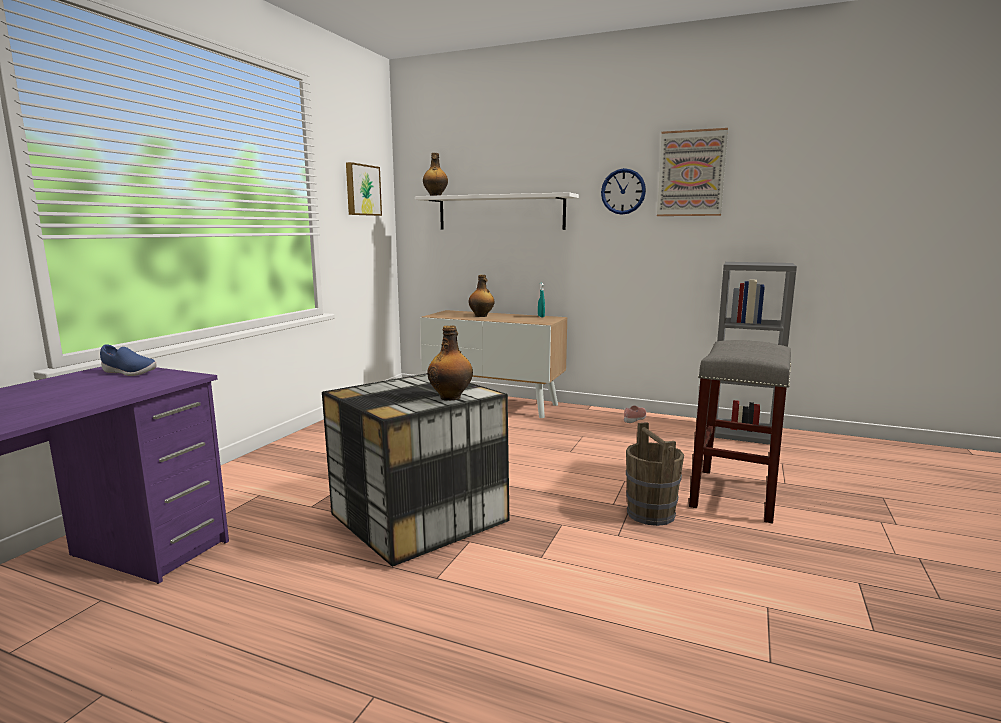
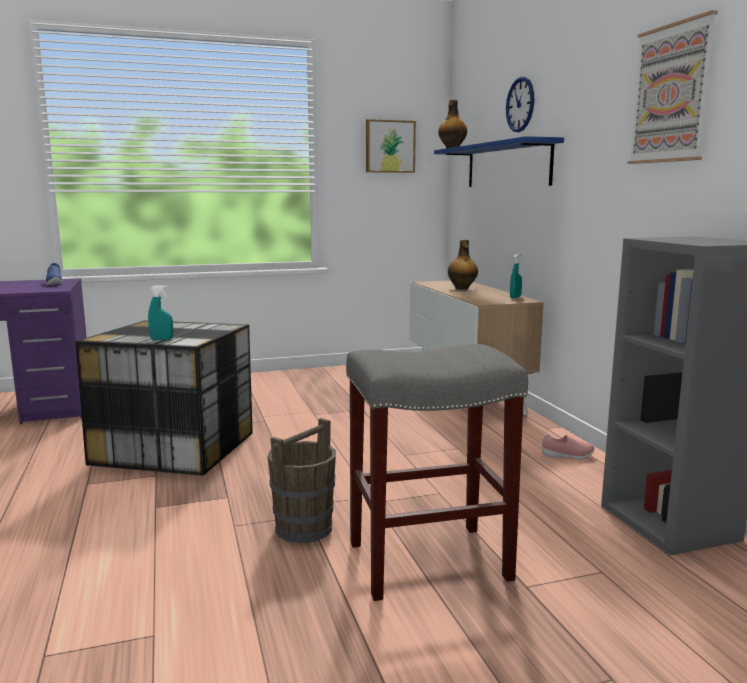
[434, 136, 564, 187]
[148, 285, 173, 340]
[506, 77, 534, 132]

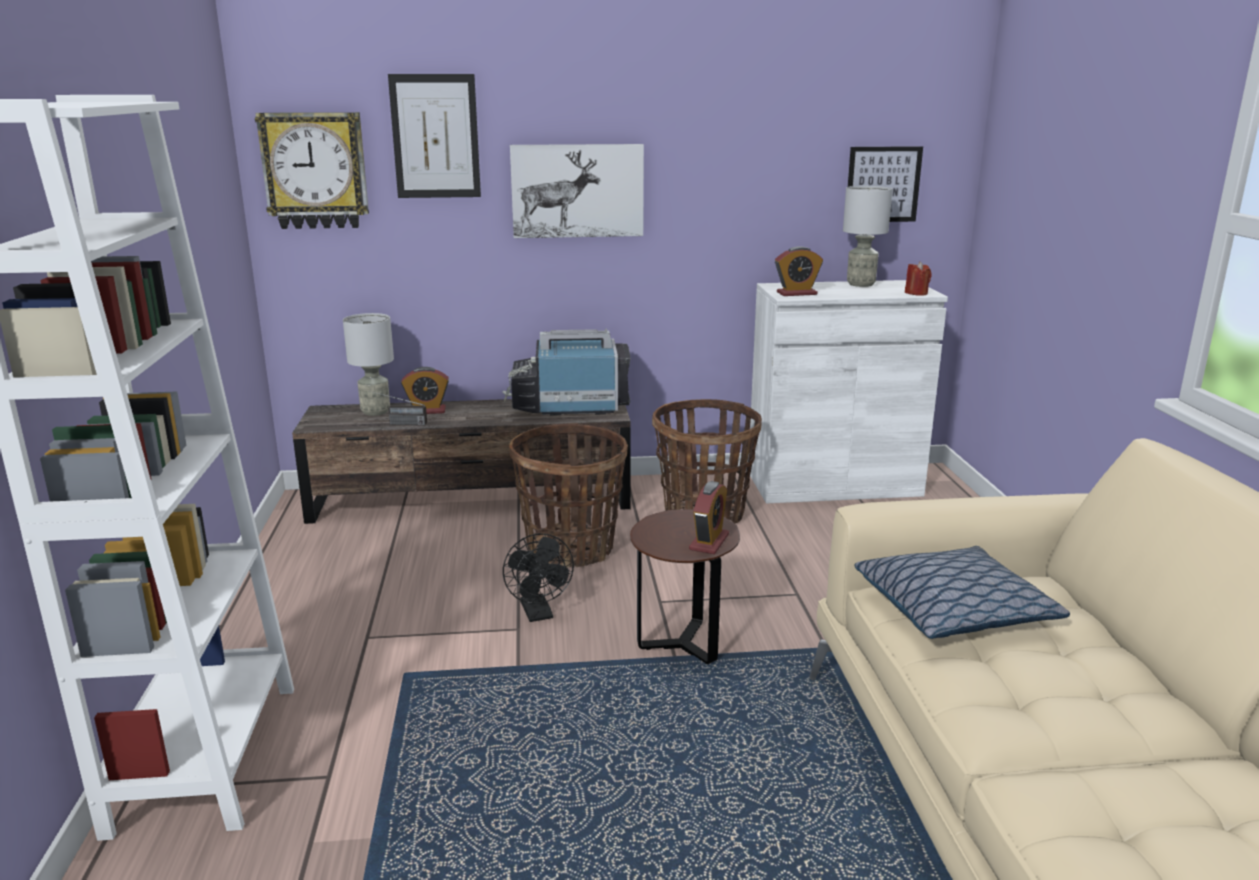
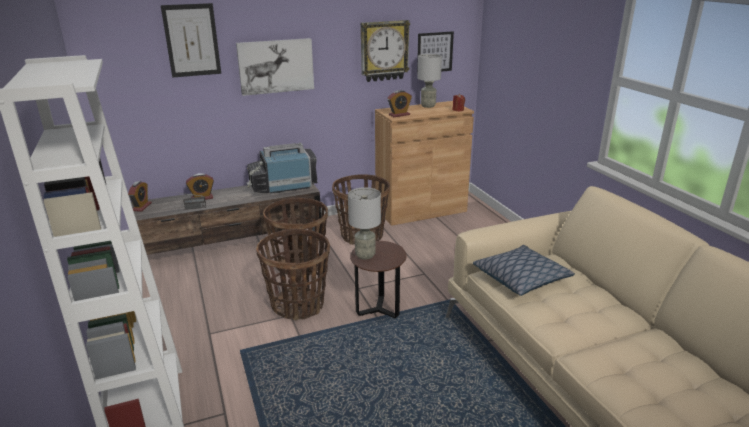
[361, 20, 410, 82]
[348, 187, 381, 260]
[256, 228, 330, 320]
[128, 181, 152, 212]
[375, 101, 474, 226]

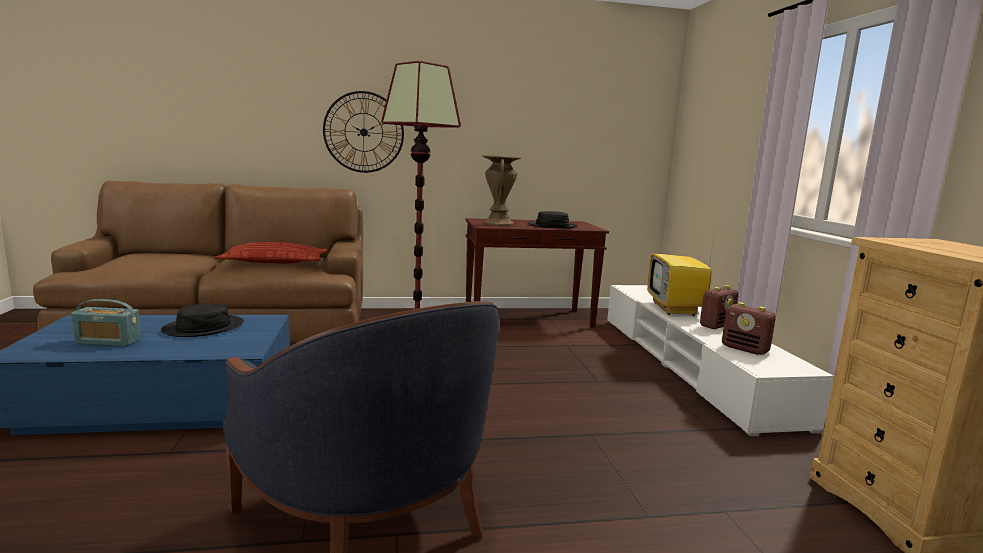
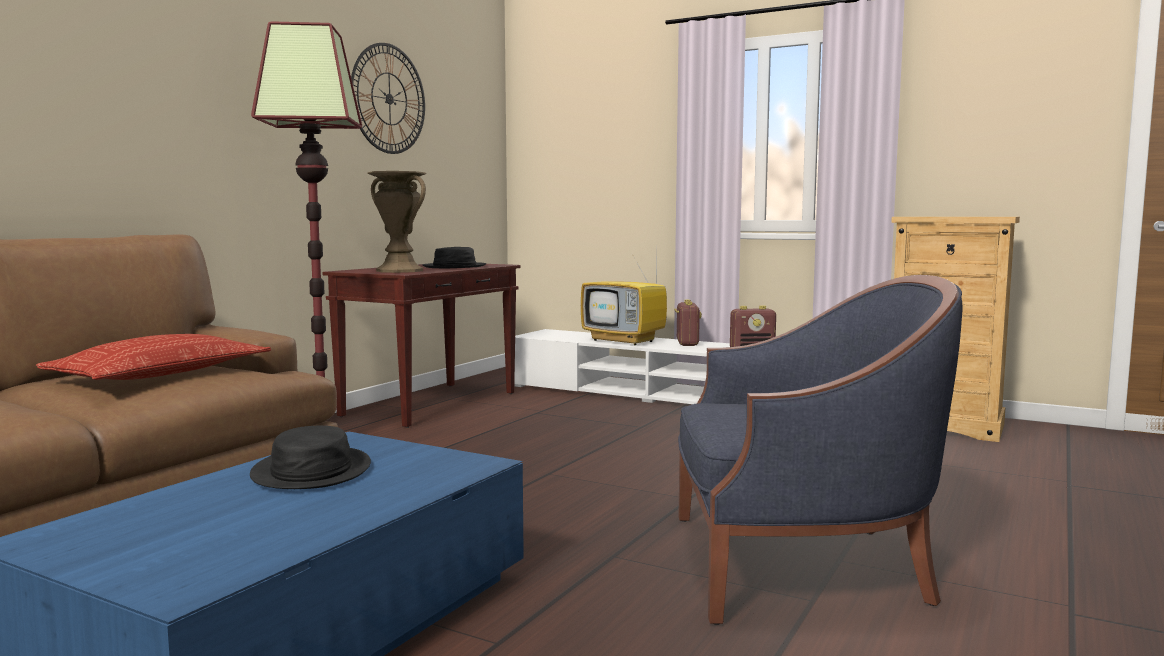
[71, 299, 141, 346] (first image)
[351, 43, 425, 154]

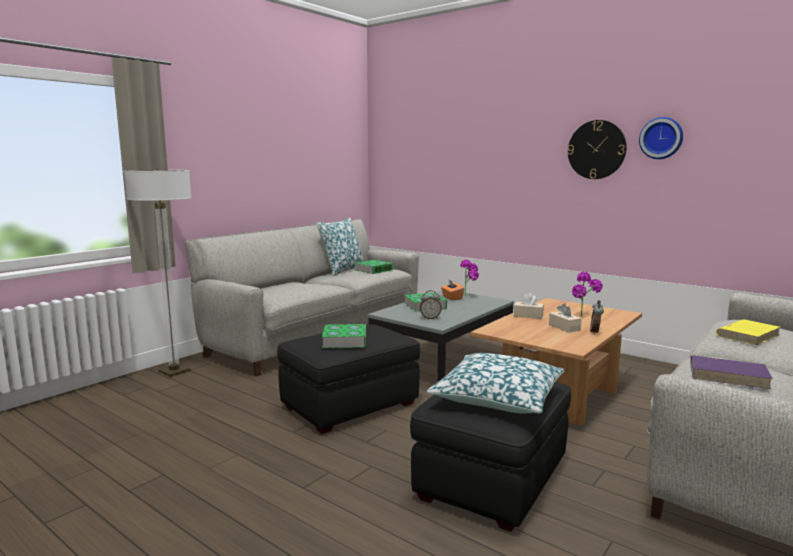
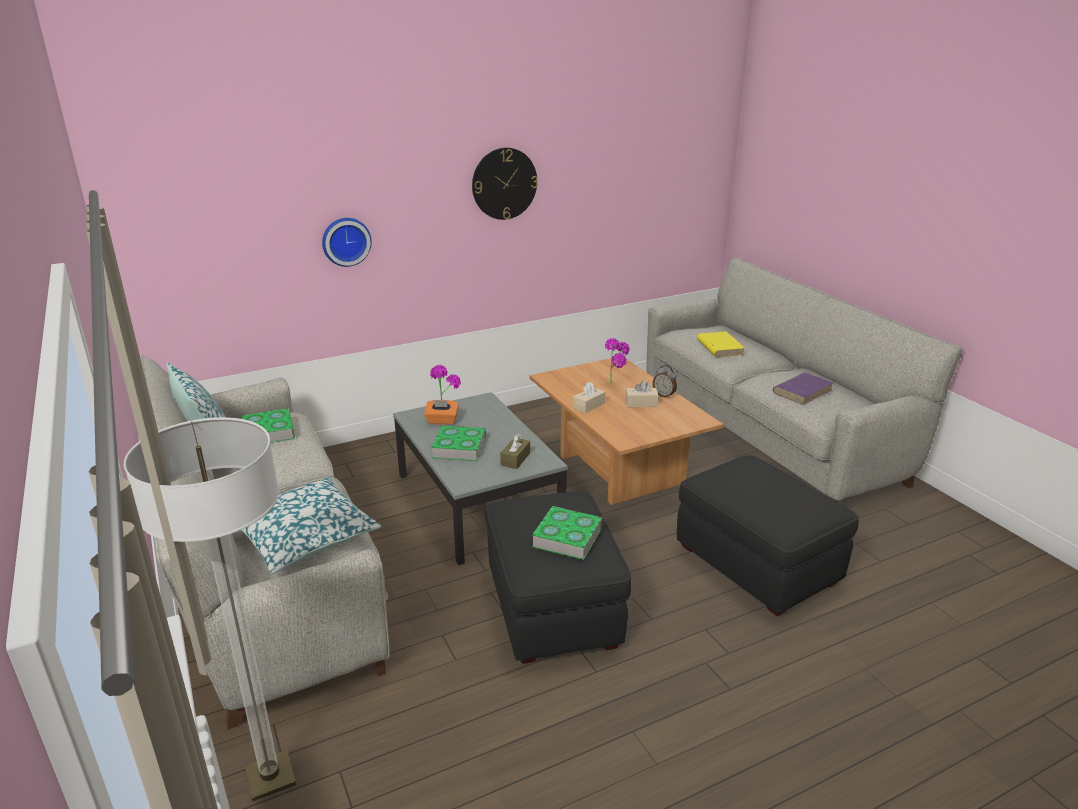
[500, 434, 530, 469]
[241, 477, 381, 574]
[322, 218, 372, 267]

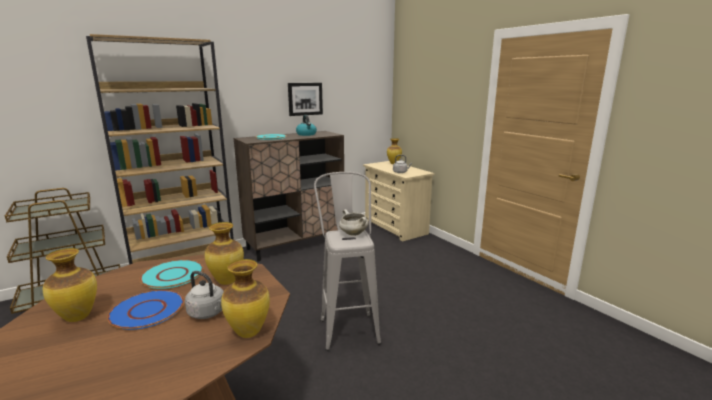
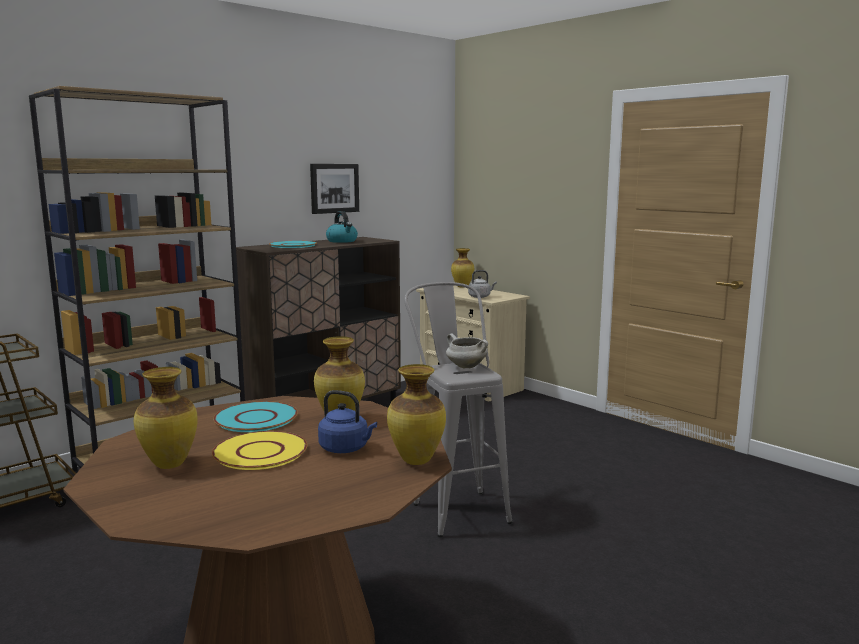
[212, 431, 308, 470]
[318, 390, 377, 453]

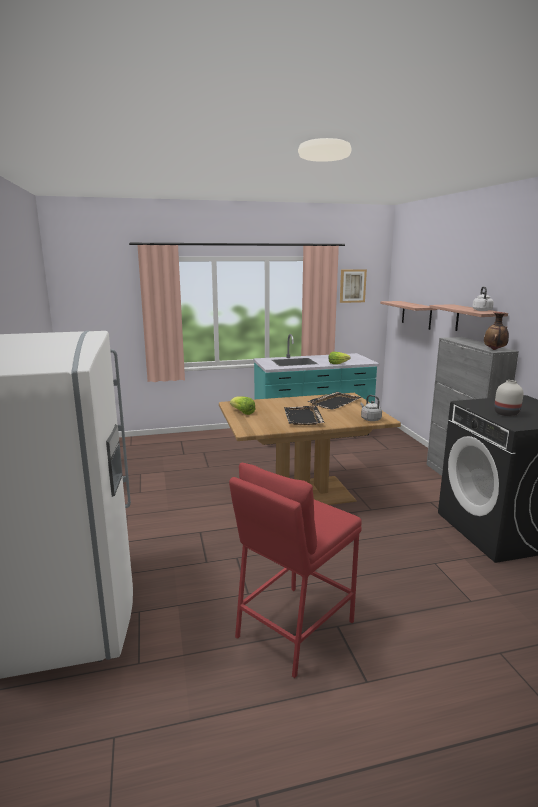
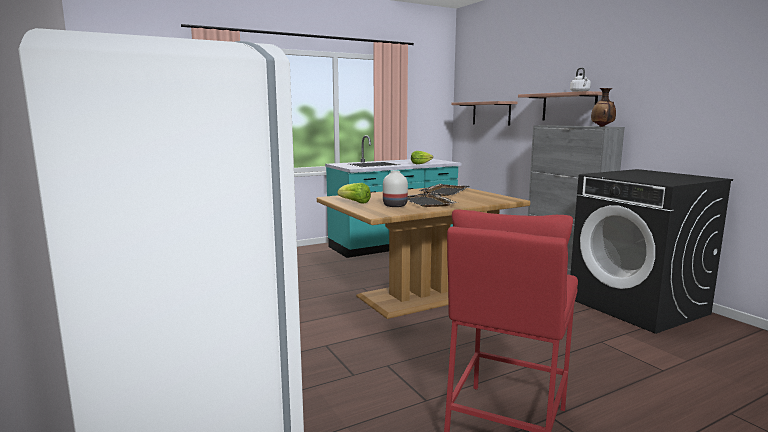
[340, 269, 367, 303] (first image)
[360, 395, 382, 421] (first image)
[383, 171, 408, 207]

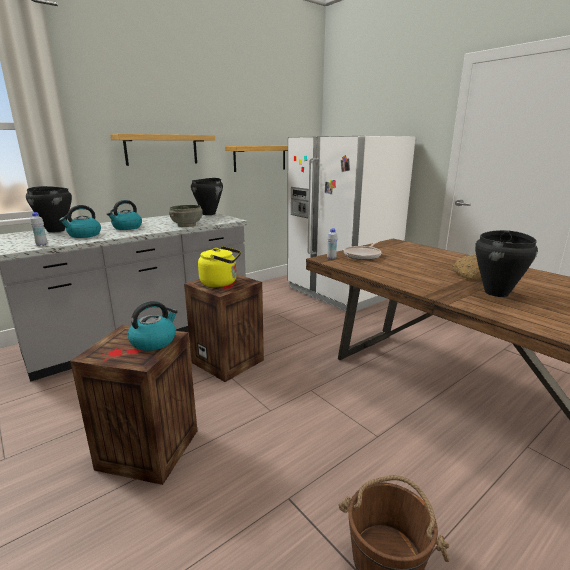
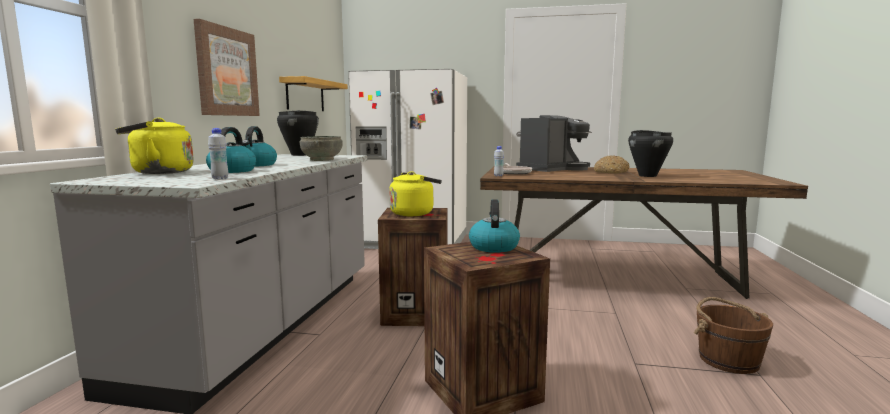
[115, 118, 194, 174]
[194, 19, 260, 116]
[516, 115, 592, 172]

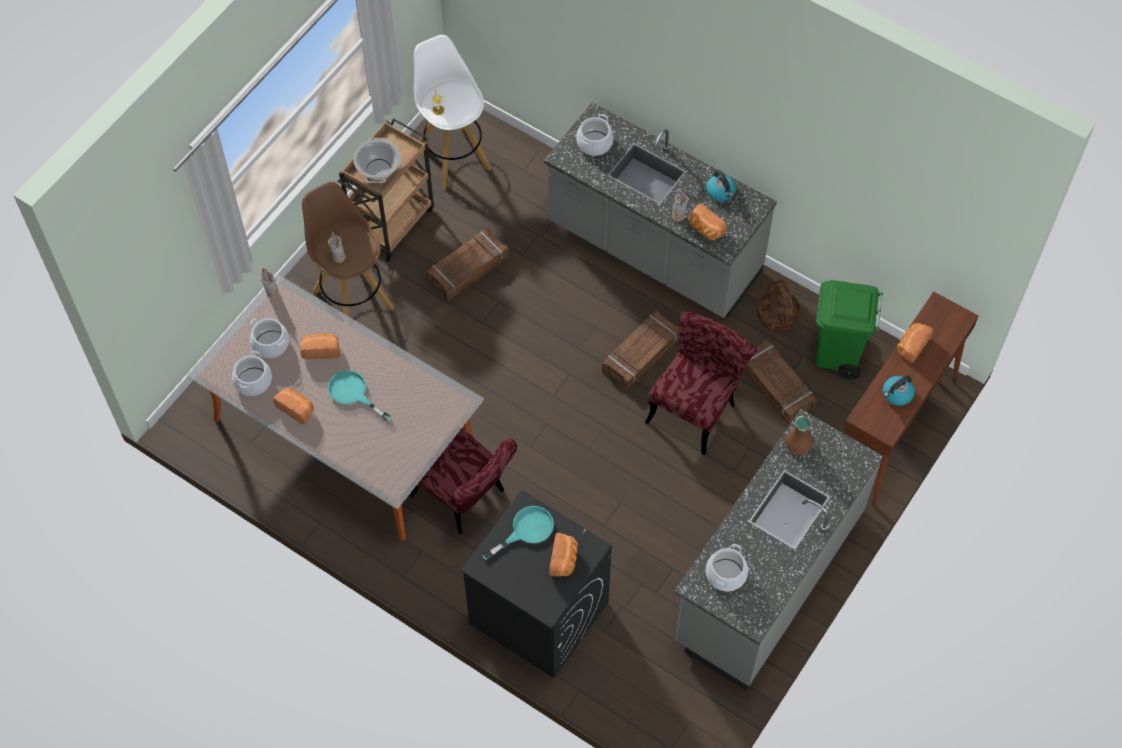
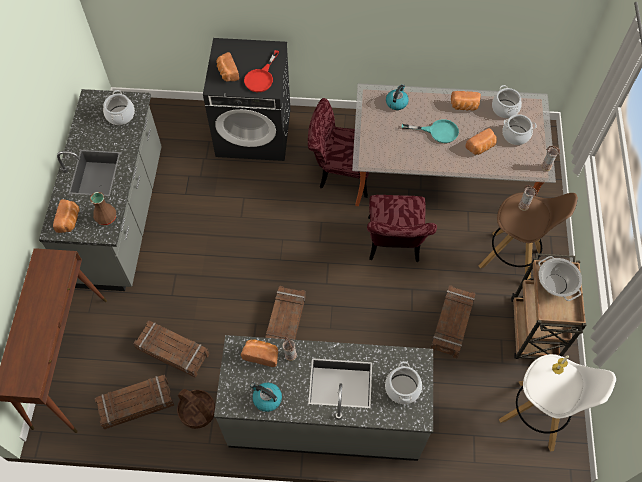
[244, 50, 279, 92]
[367, 195, 437, 262]
[95, 375, 174, 429]
[386, 84, 409, 110]
[53, 199, 79, 233]

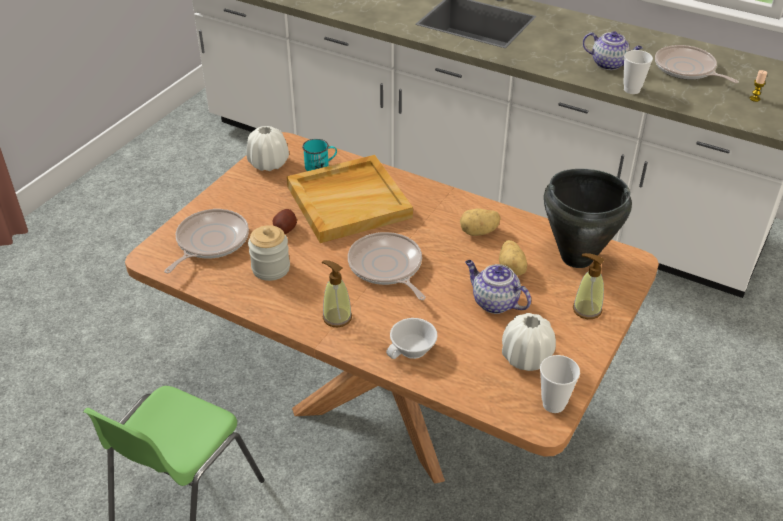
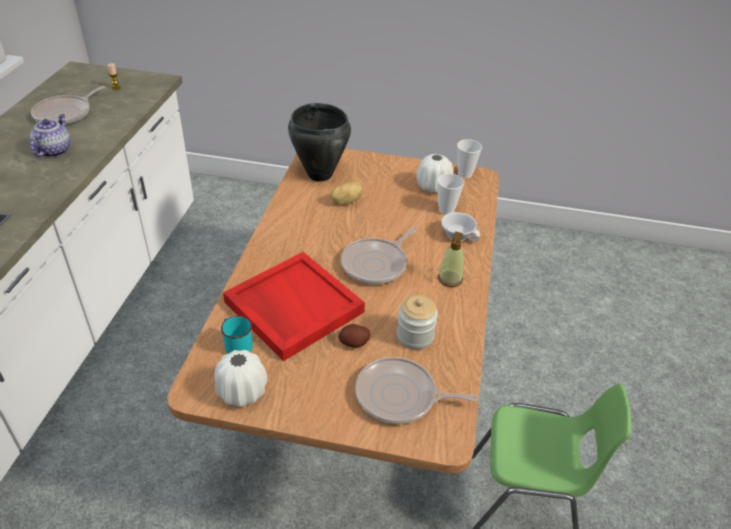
[223, 252, 365, 361]
[460, 208, 500, 236] (first image)
[465, 260, 531, 314] (first image)
[573, 253, 605, 319] (first image)
[437, 174, 464, 215]

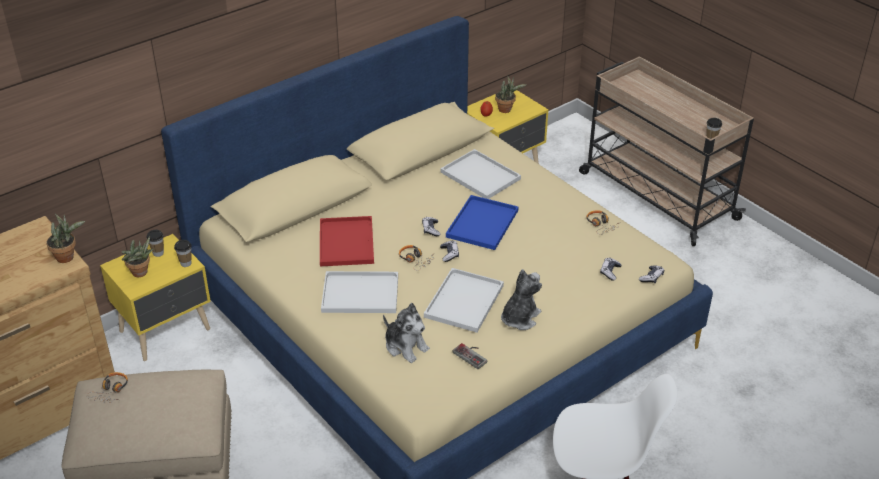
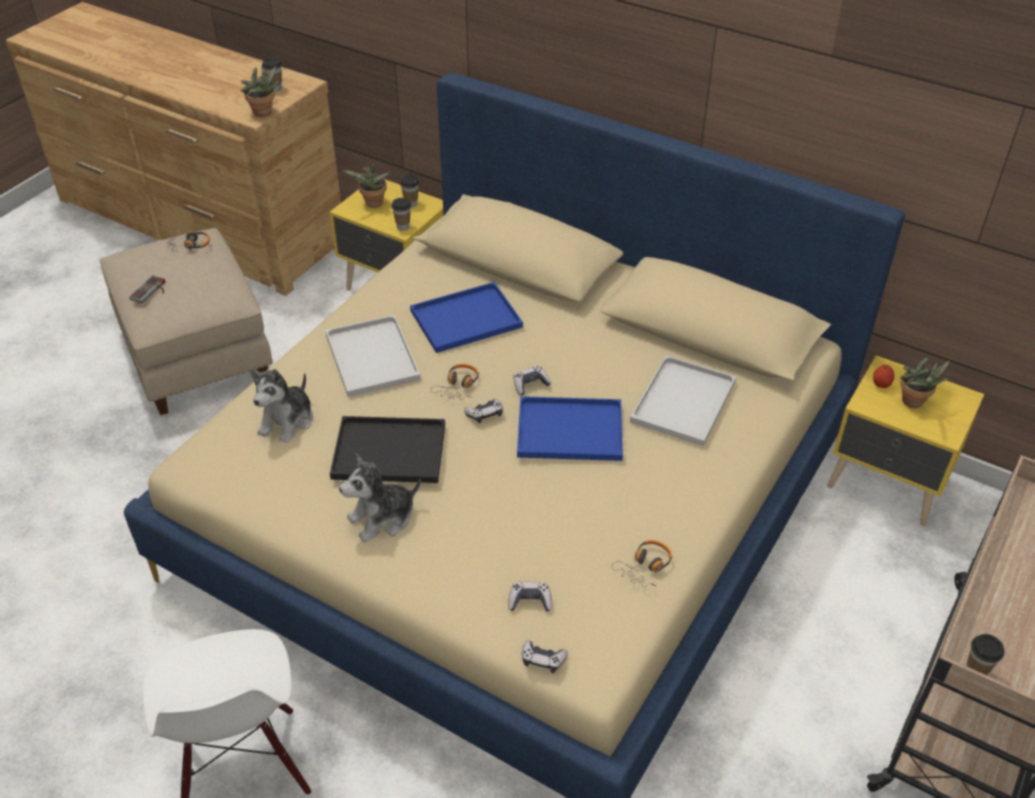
[410, 282, 523, 353]
[330, 416, 445, 483]
[129, 275, 166, 304]
[339, 454, 421, 542]
[262, 58, 282, 92]

